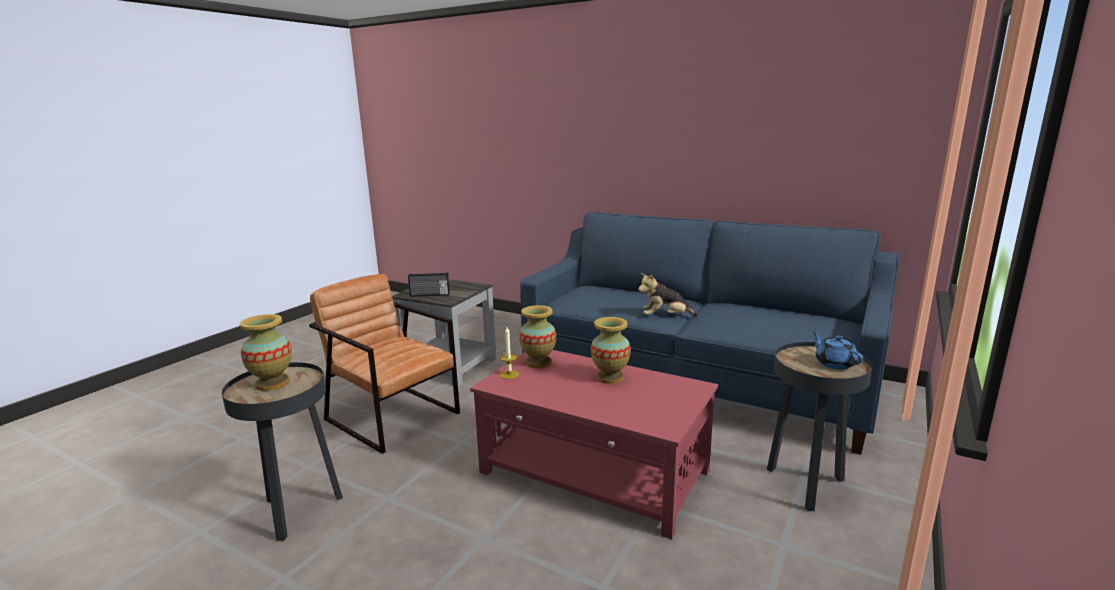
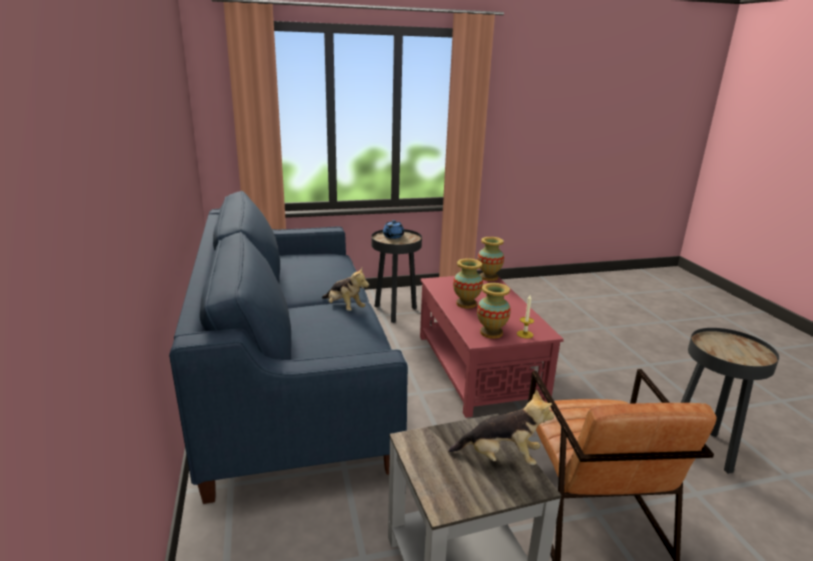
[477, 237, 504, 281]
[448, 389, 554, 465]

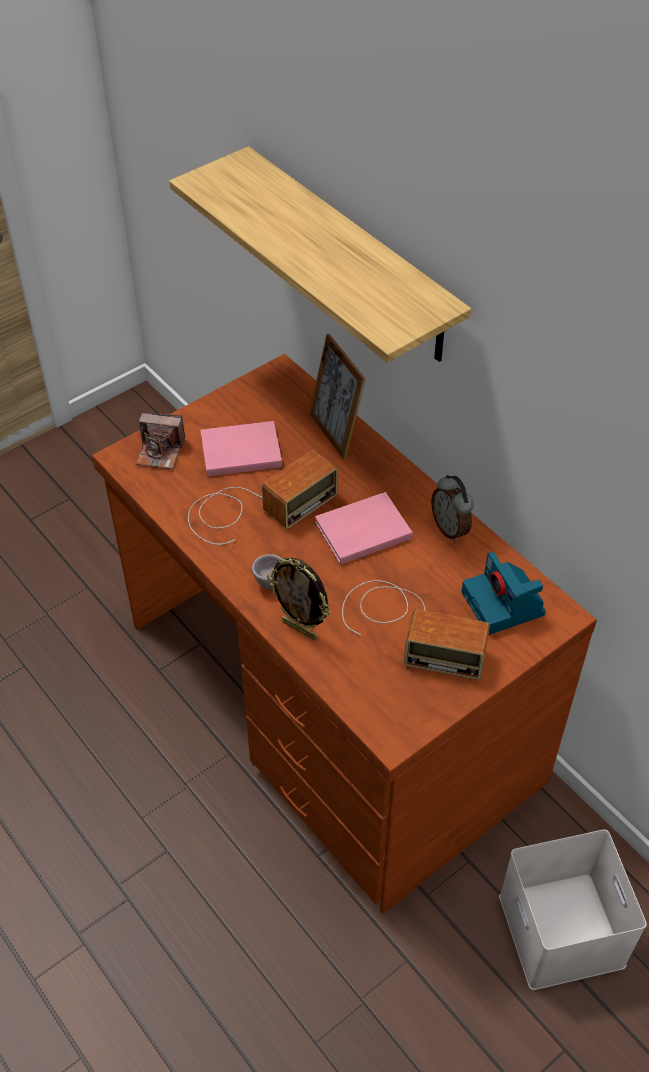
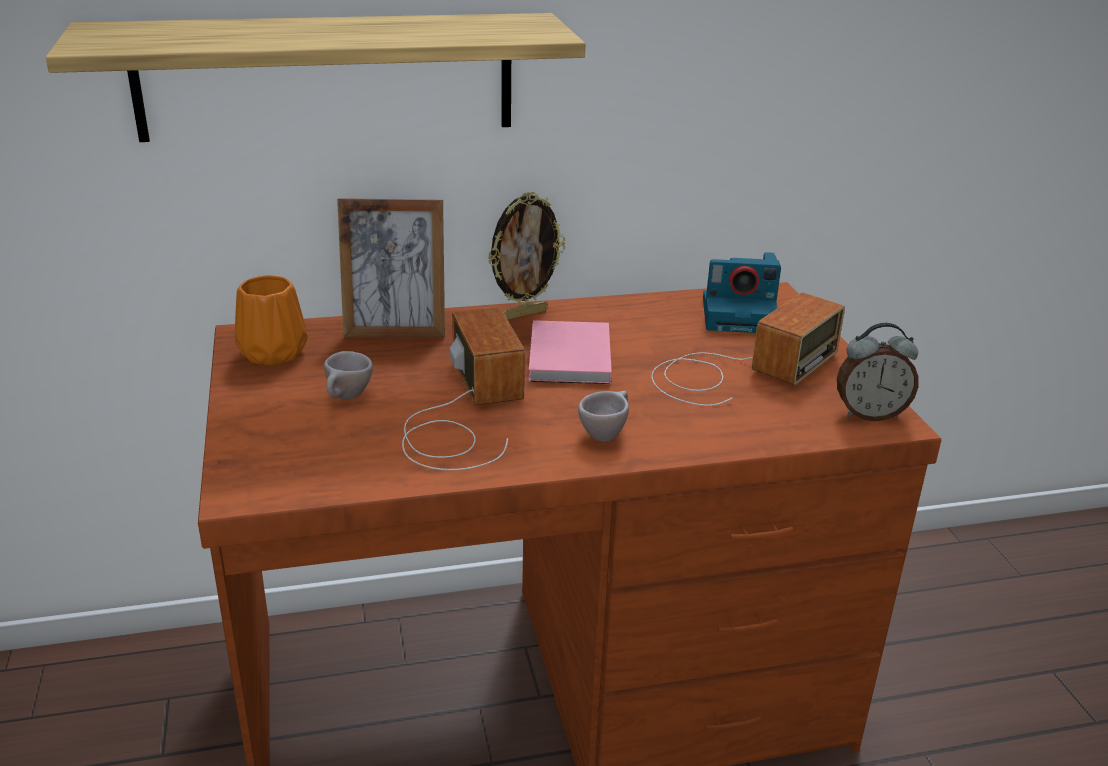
[136, 413, 185, 469] (first image)
[324, 351, 373, 399]
[488, 192, 565, 320]
[837, 323, 919, 421]
[499, 830, 647, 990] (first image)
[235, 275, 308, 366]

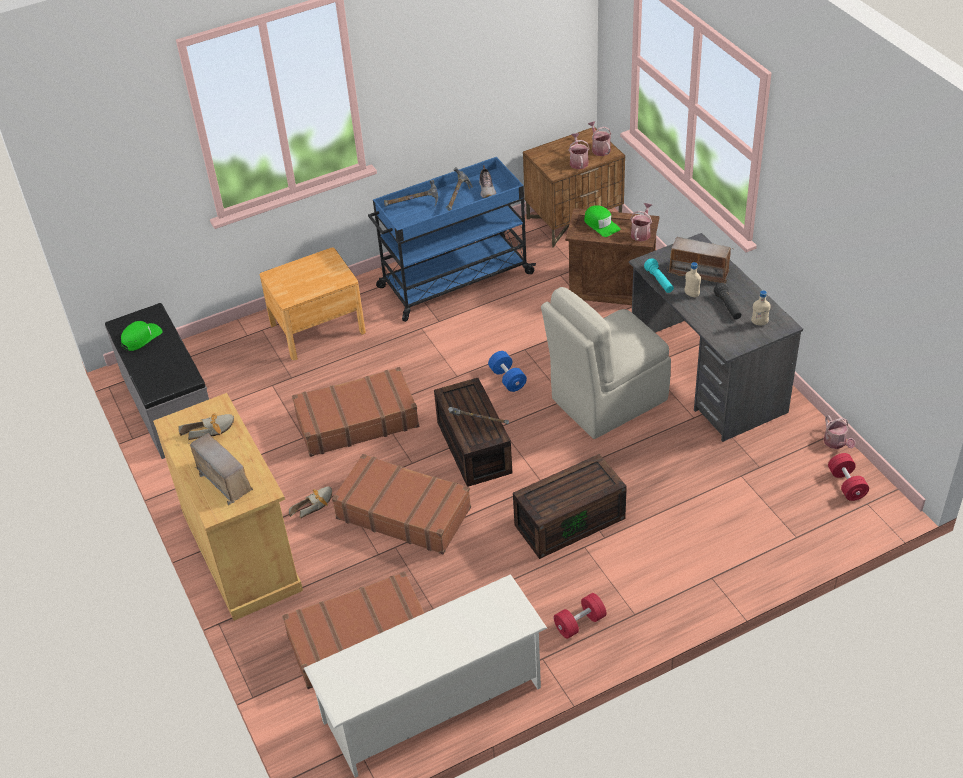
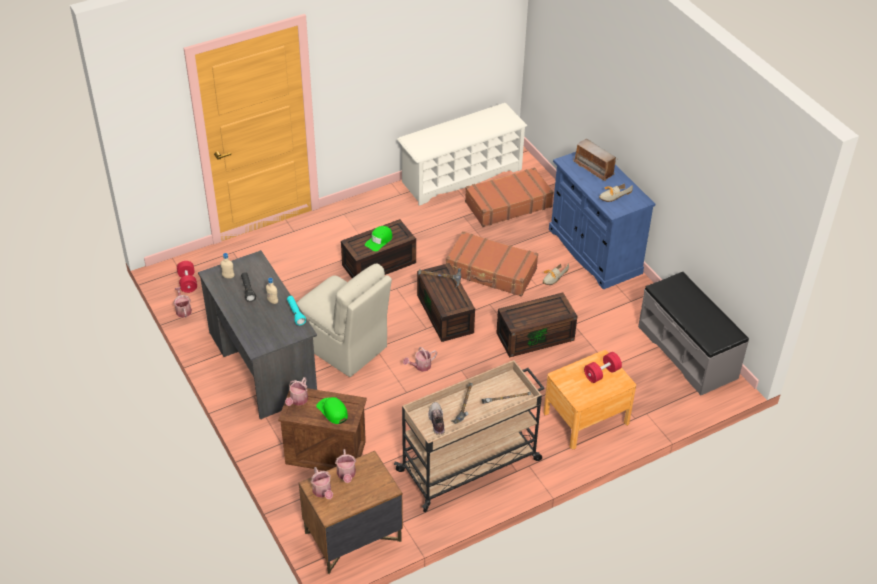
[365, 226, 393, 251]
[549, 152, 655, 289]
[496, 293, 577, 358]
[394, 360, 544, 512]
[403, 347, 437, 372]
[297, 264, 392, 377]
[584, 352, 622, 383]
[667, 237, 733, 284] (first image)

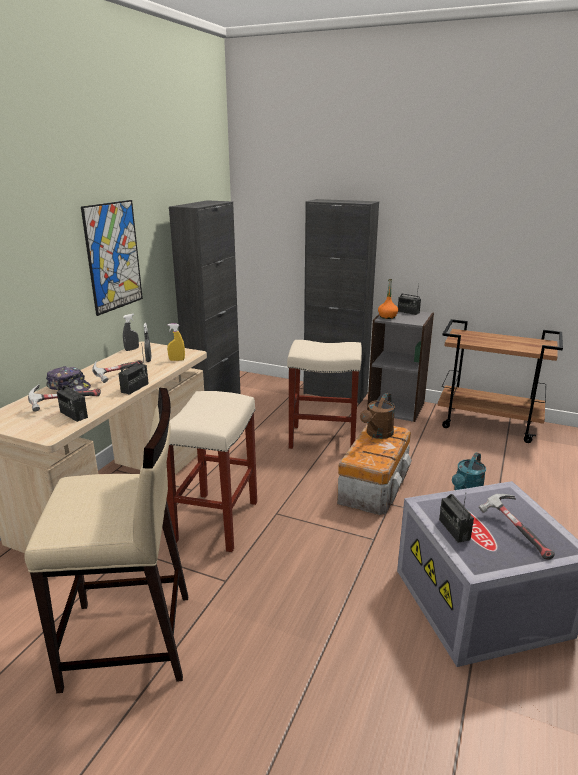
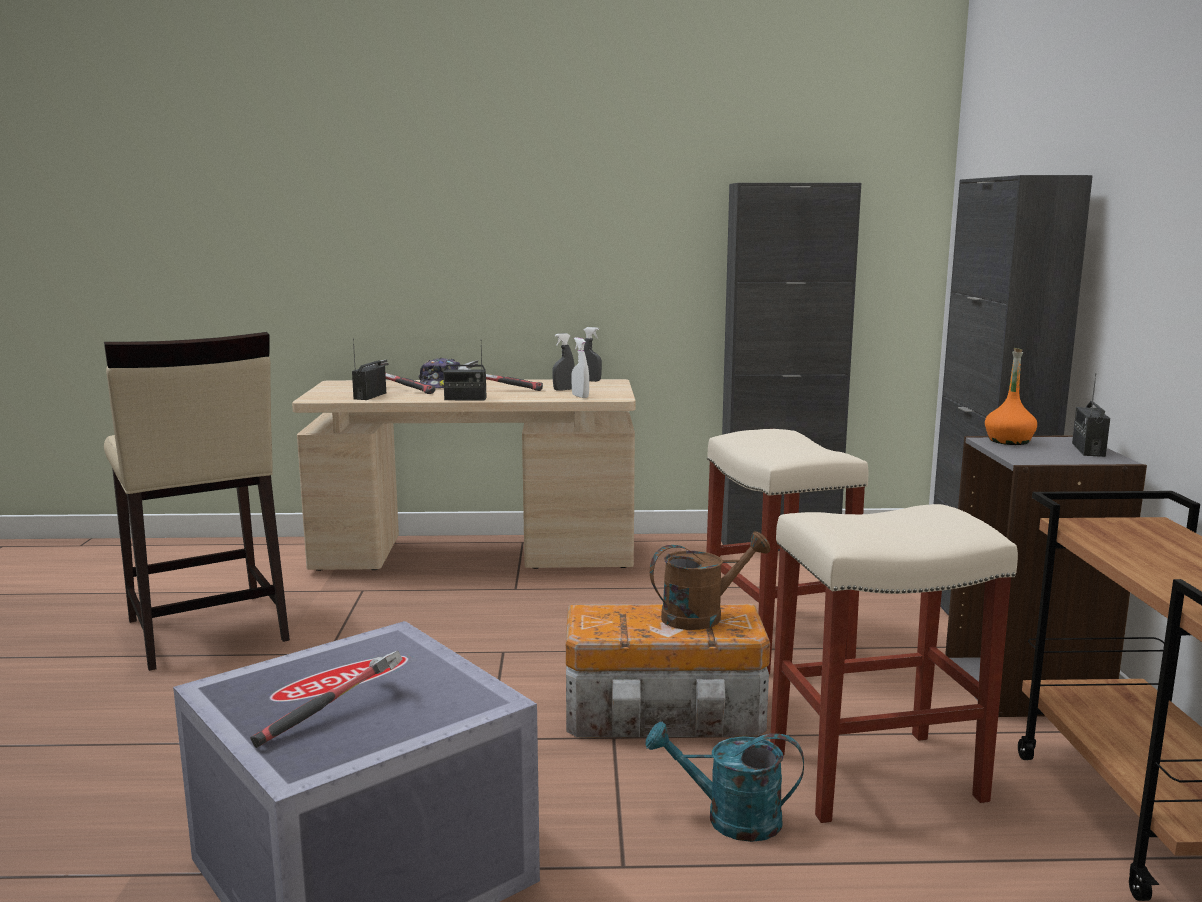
[81, 200, 143, 316] (first image)
[571, 337, 589, 398]
[770, 504, 1018, 823]
[650, 531, 771, 630]
[439, 493, 474, 542] (first image)

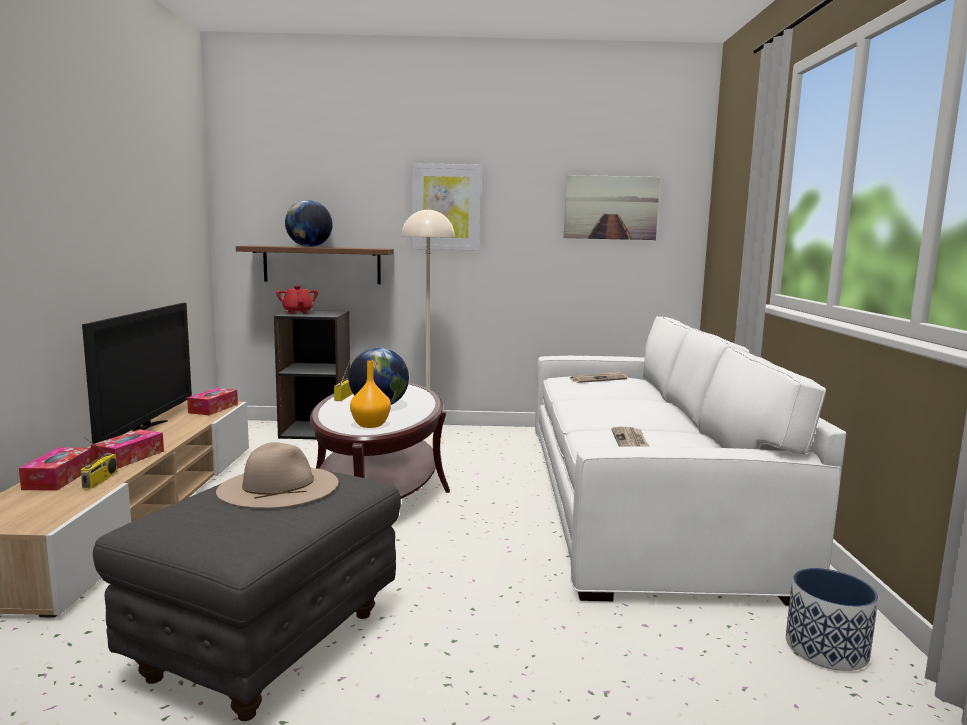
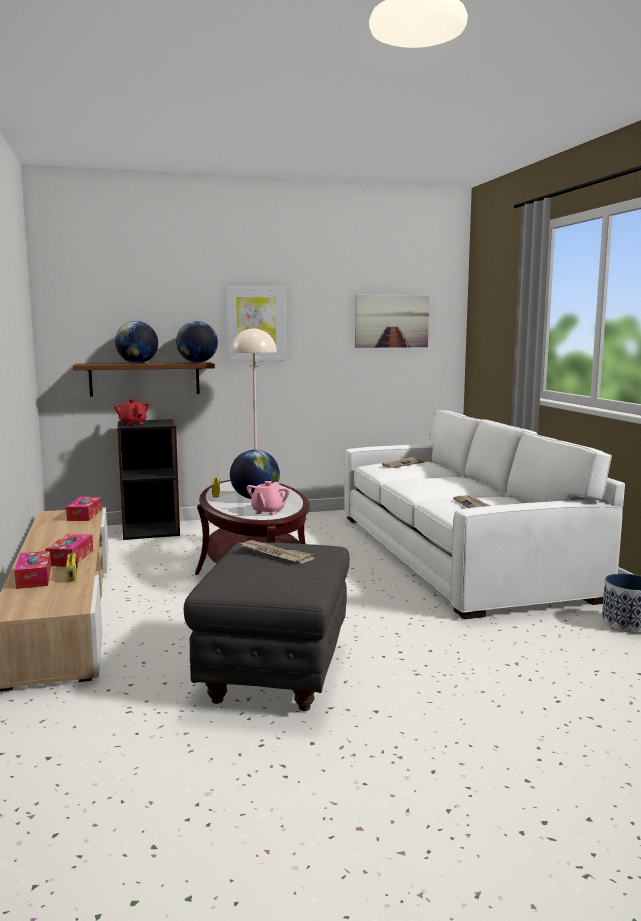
[82, 303, 192, 444] (first image)
[238, 540, 315, 563]
[247, 481, 290, 515]
[176, 321, 218, 363]

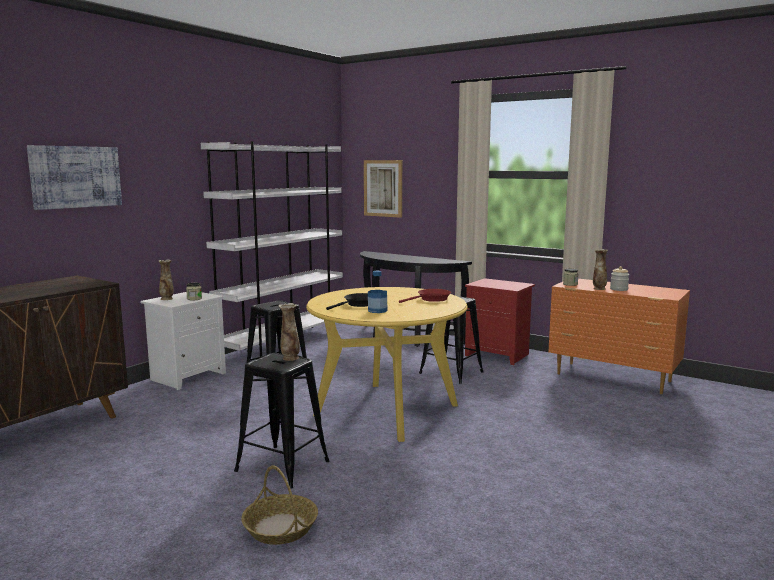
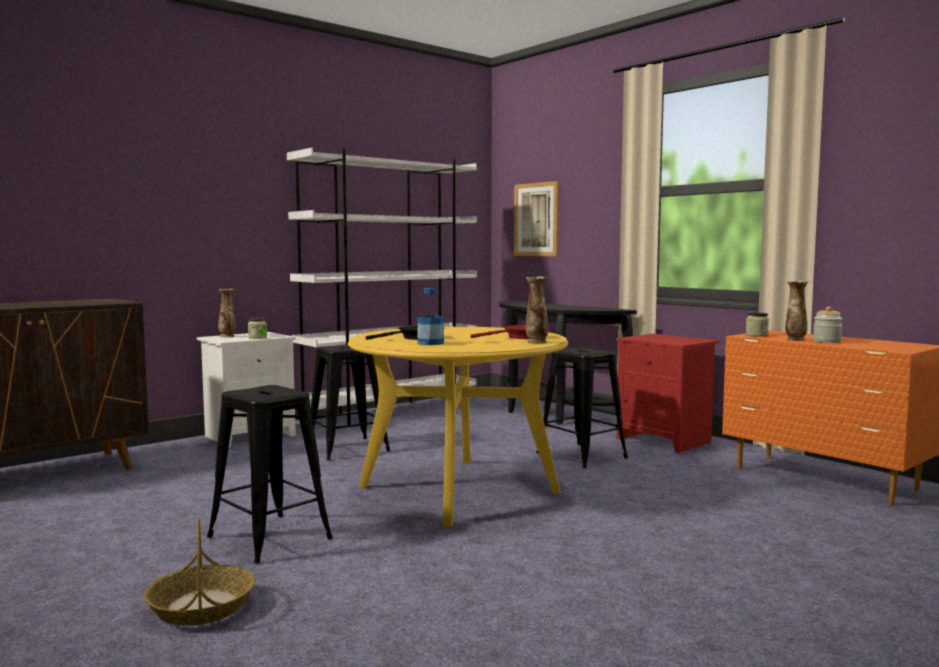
[27, 145, 122, 210] (first image)
[526, 277, 549, 344]

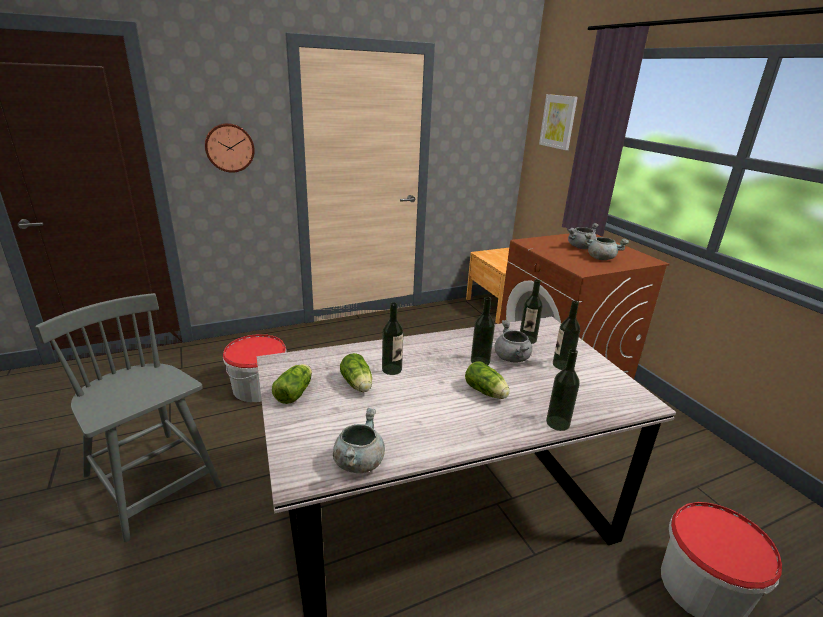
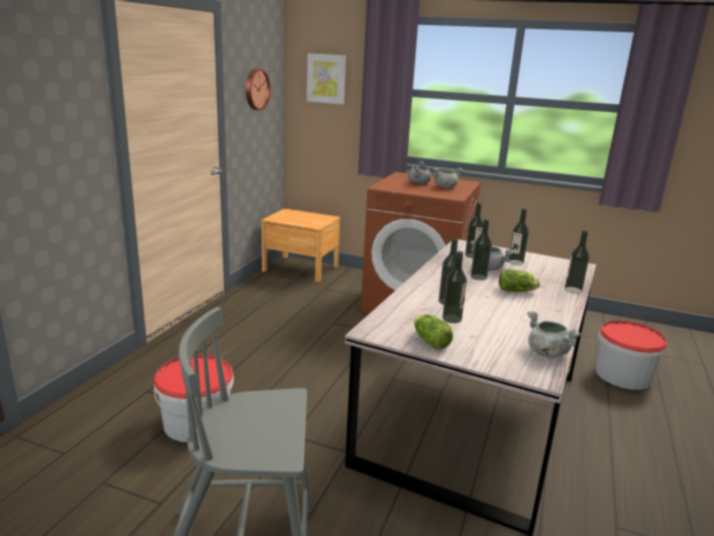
[246, 68, 270, 110]
[442, 251, 467, 323]

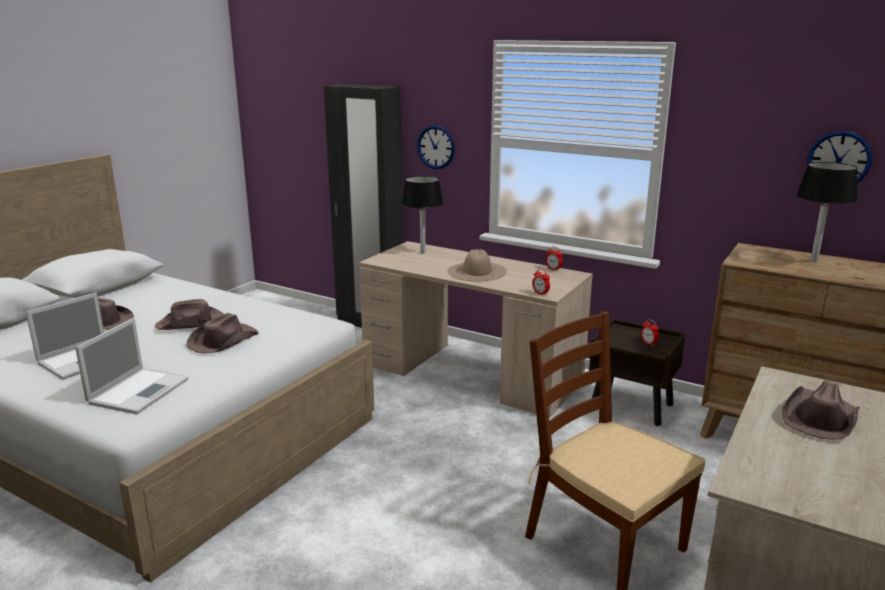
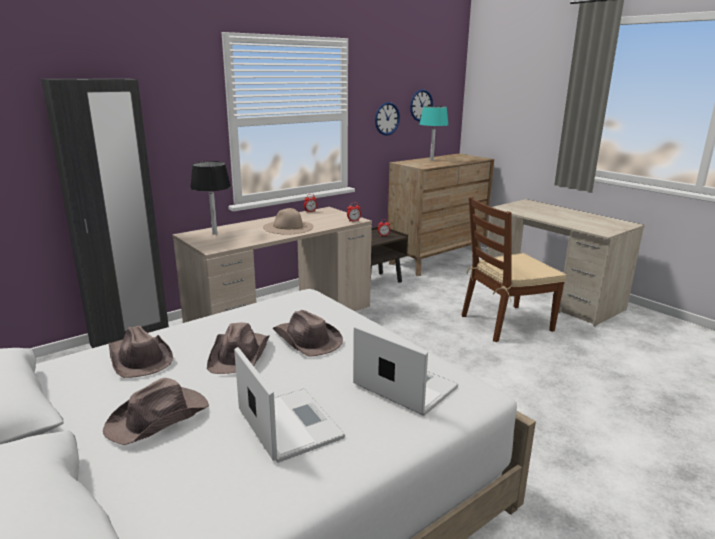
[375, 102, 400, 136]
[108, 325, 173, 378]
[420, 106, 449, 161]

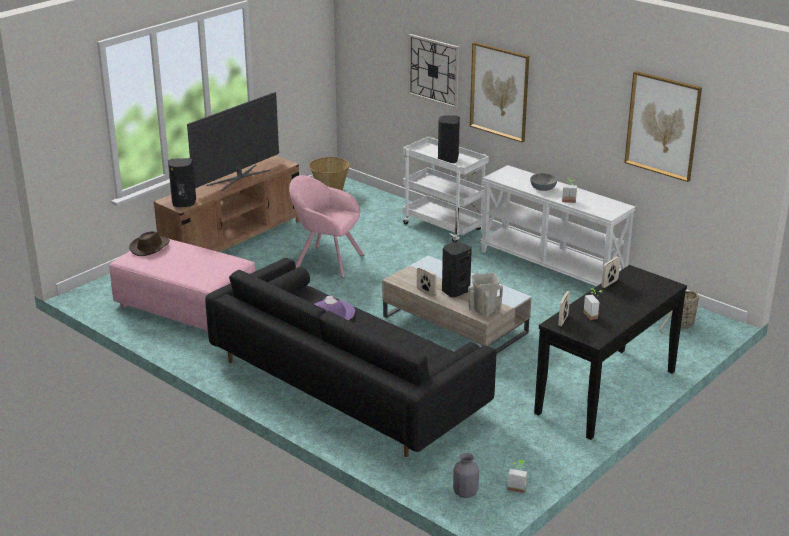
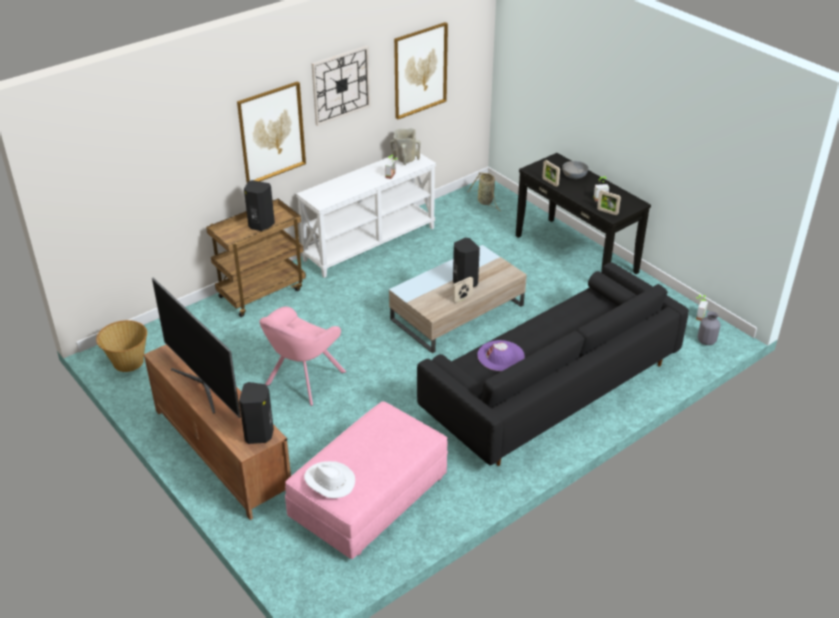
[304, 461, 355, 498]
[206, 199, 306, 317]
[311, 46, 370, 126]
[390, 128, 420, 165]
[562, 161, 589, 179]

